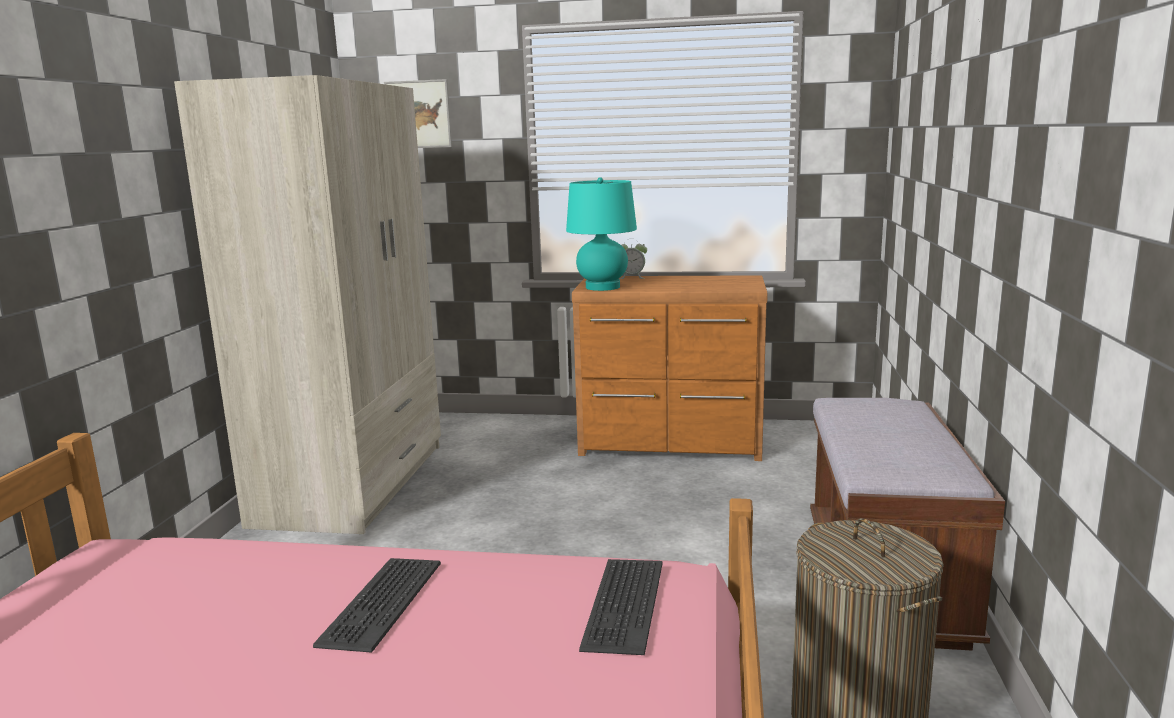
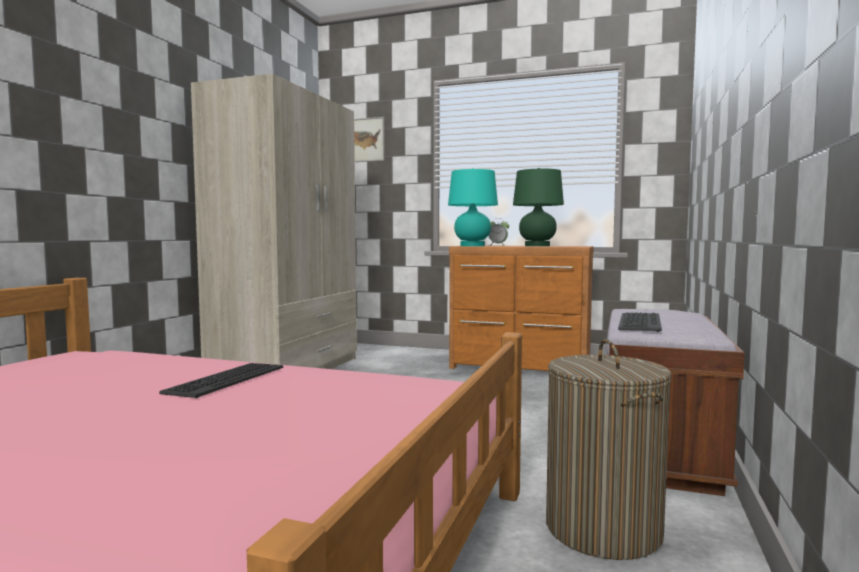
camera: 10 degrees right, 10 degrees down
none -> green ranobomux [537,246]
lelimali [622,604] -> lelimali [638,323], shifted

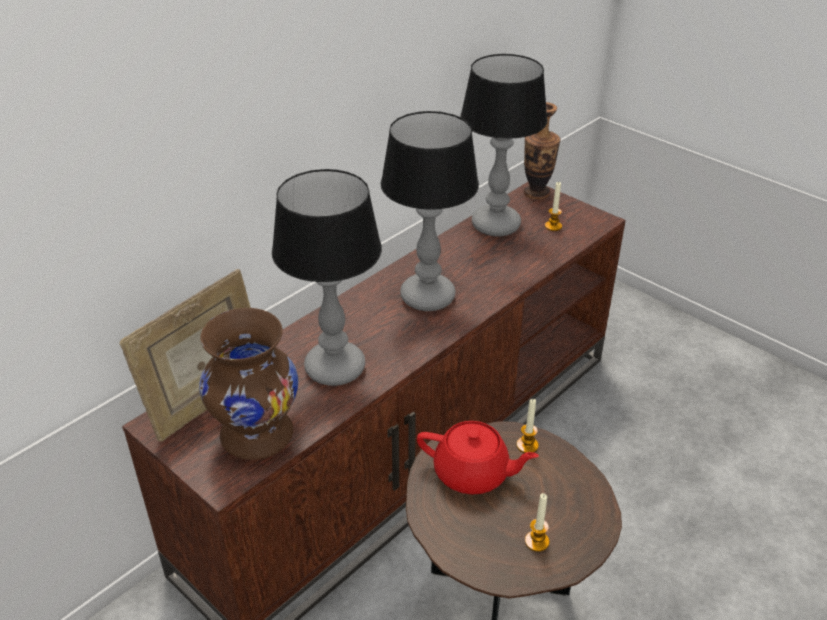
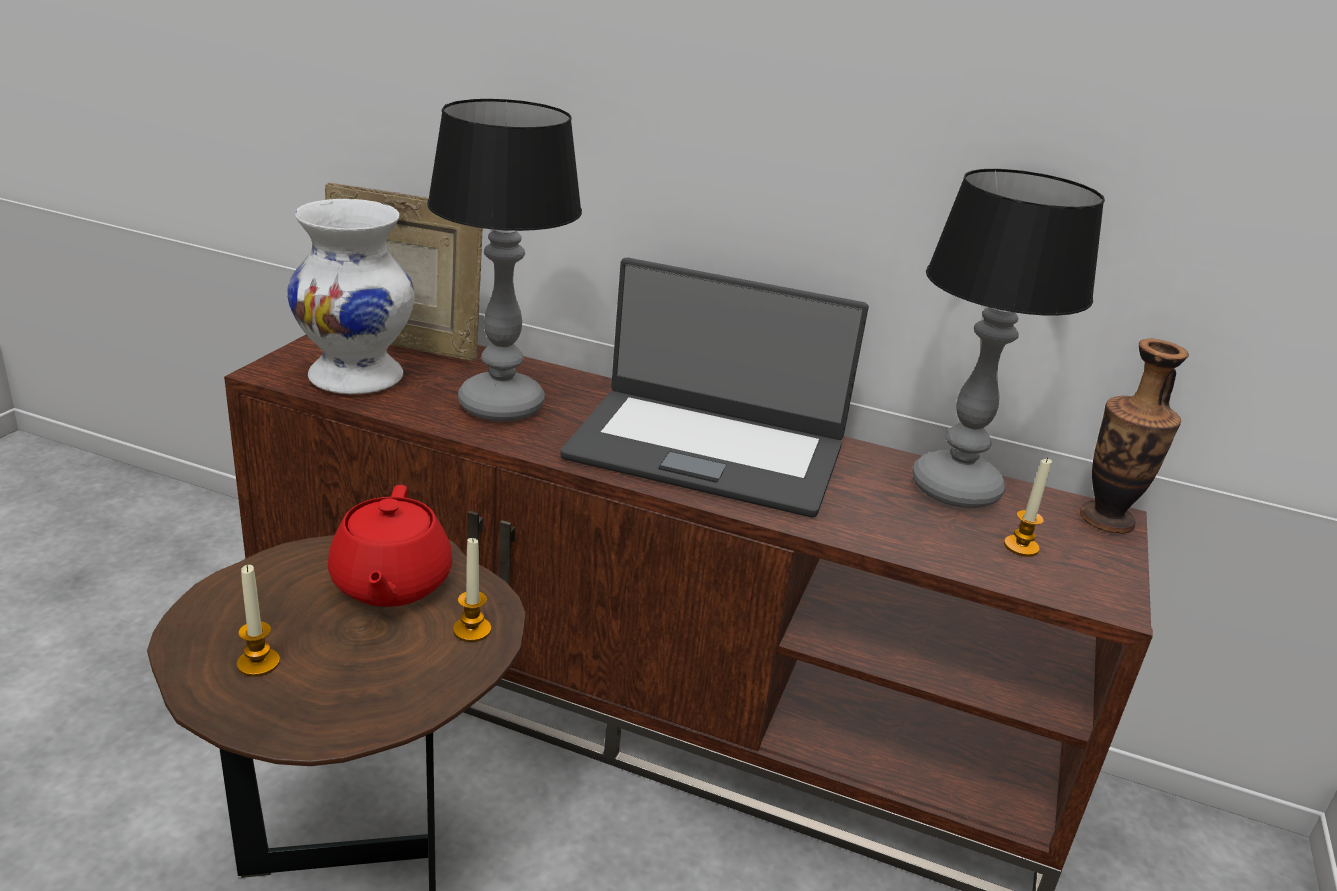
camera: 65 degrees right, 10 degrees down
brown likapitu [257,433] -> white likapitu [358,377]
ranobomux [427,296] -> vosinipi [706,450]

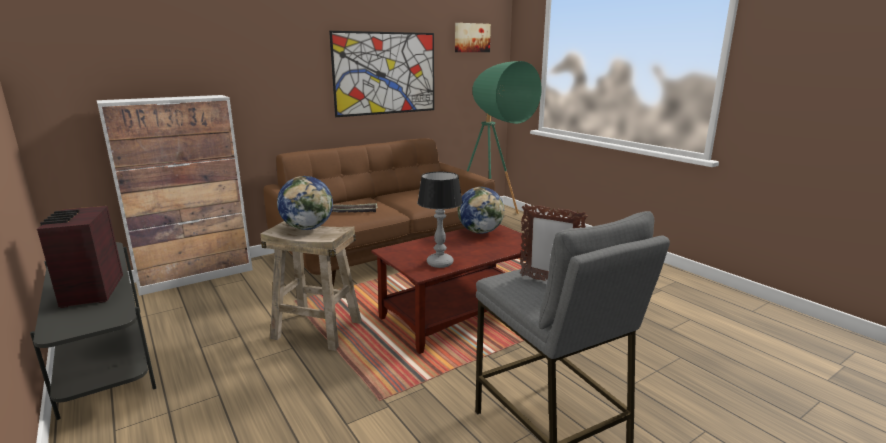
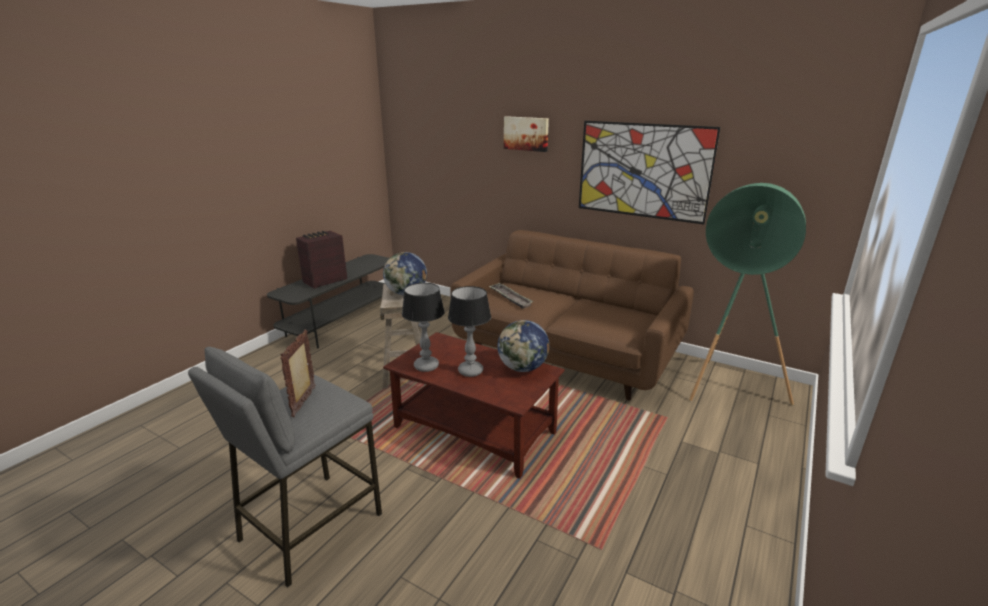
camera: 65 degrees right, 5 degrees up
none -> ranobomux [470,371]
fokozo [471,38] -> fokozo [526,133], shifted
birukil [197,276] -> none

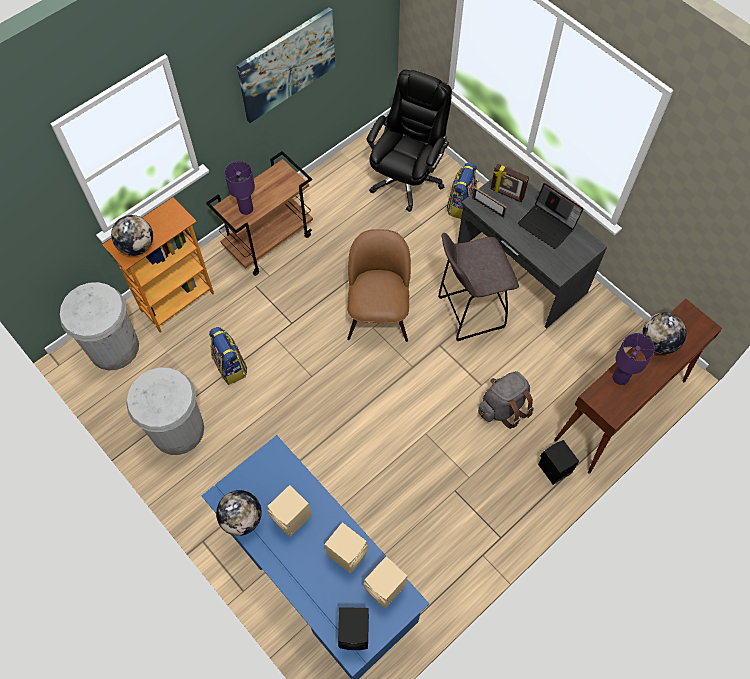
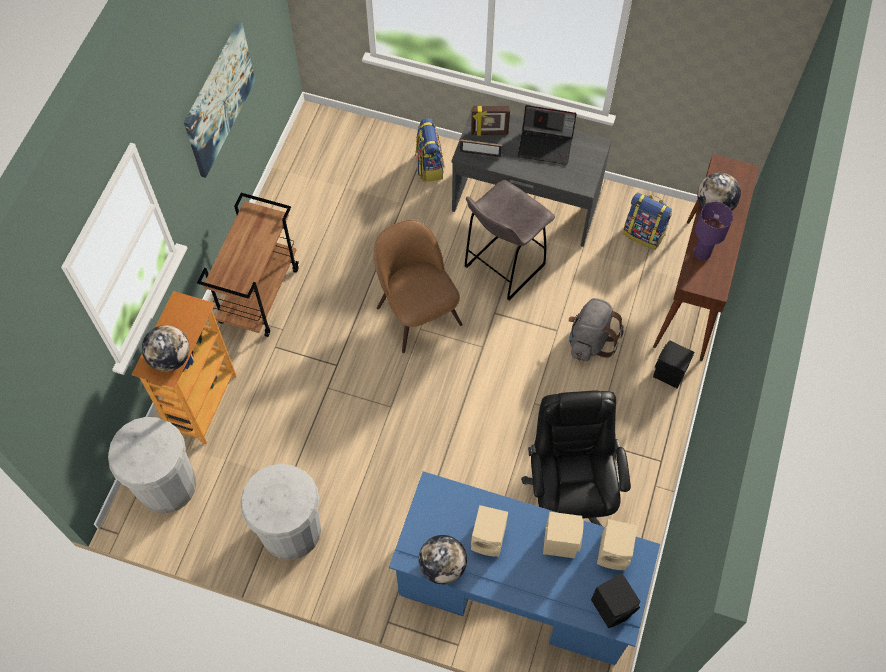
camera: 30 degrees left, 0 degrees up
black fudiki [407,178] -> black fudiki [569,493], shifted
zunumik [231,366] -> zunumik [644,233], shifted
purple ranobomux [246,209] -> none

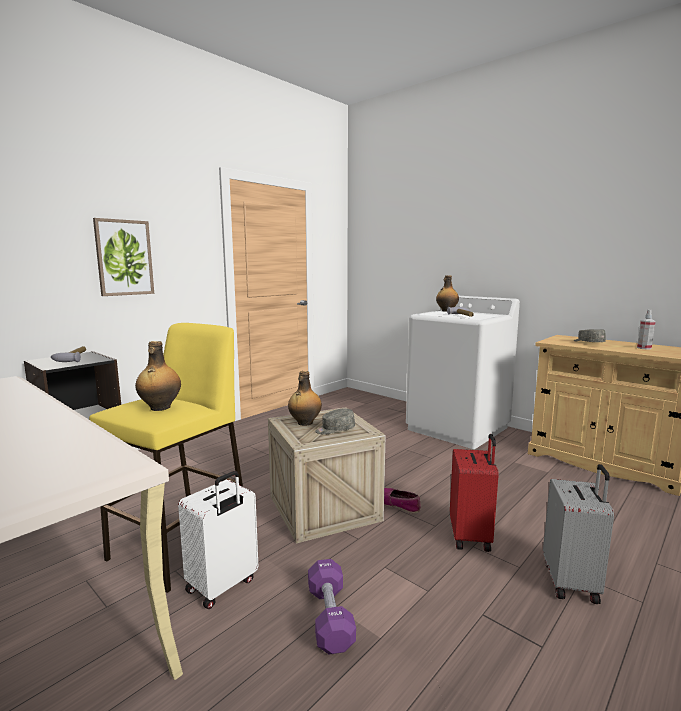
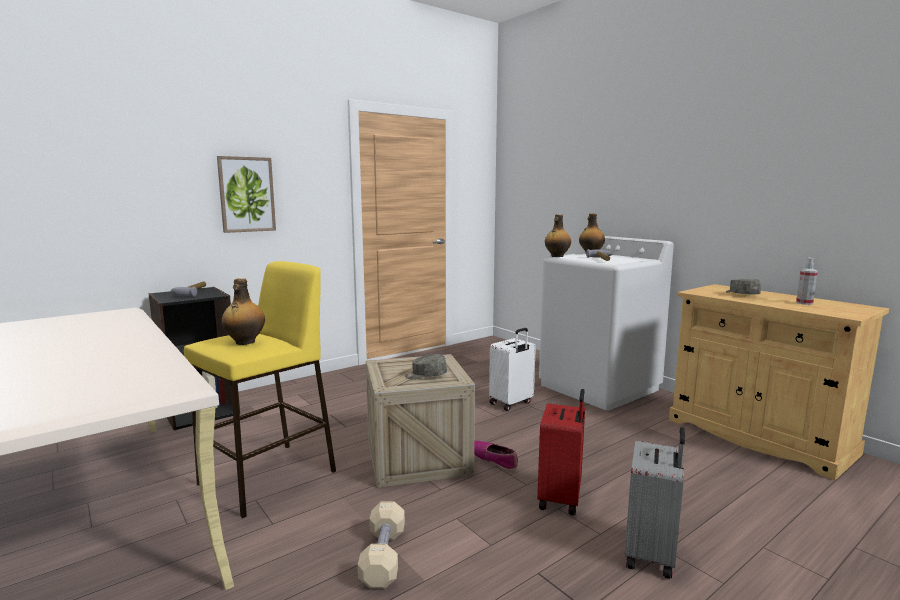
camera: 10 degrees right, 0 degrees up
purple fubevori [330,618] -> beige fubevori [383,557]
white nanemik [223,586] -> white nanemik [511,403], shifted
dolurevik [304,423] -> dolurevik [556,256], shifted

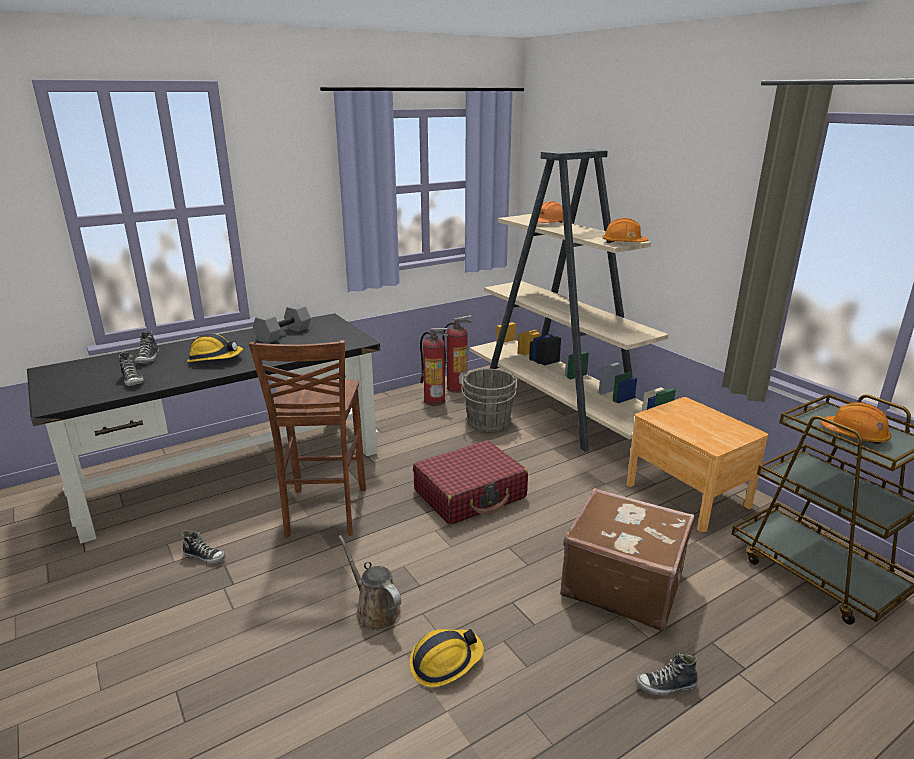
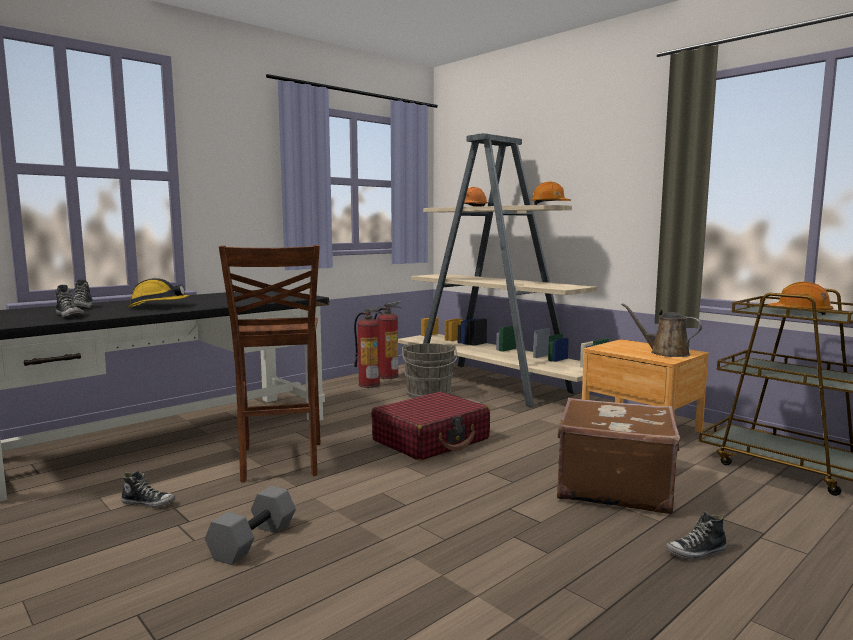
camera: 10 degrees left, 15 degrees down
grey fubevori [283,334] -> grey fubevori [252,540], shifted
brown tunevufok [375,610] -> brown tunevufok [665,353], shifted
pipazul [445,662] -> none

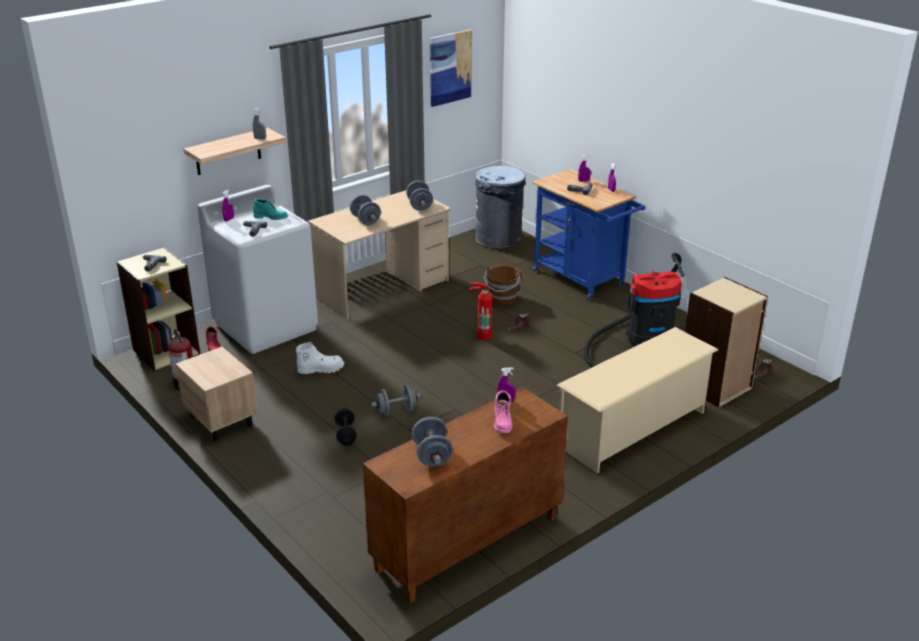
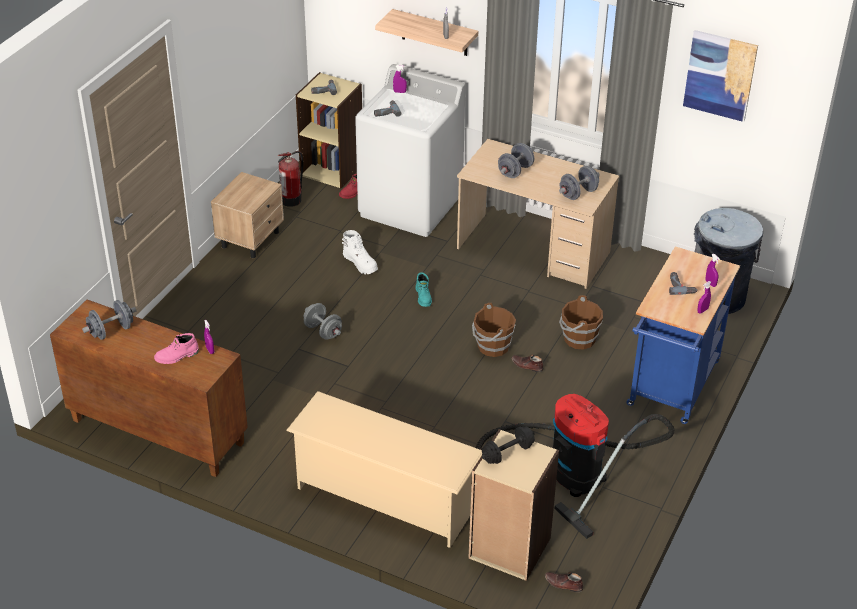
camera: 65 degrees right, 10 degrees up
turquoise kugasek [271,217] -> turquoise kugasek [423,297], shifted
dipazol [483,336] -> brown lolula [492,346]
black fubevori [346,434] -> black fubevori [507,453], shifted

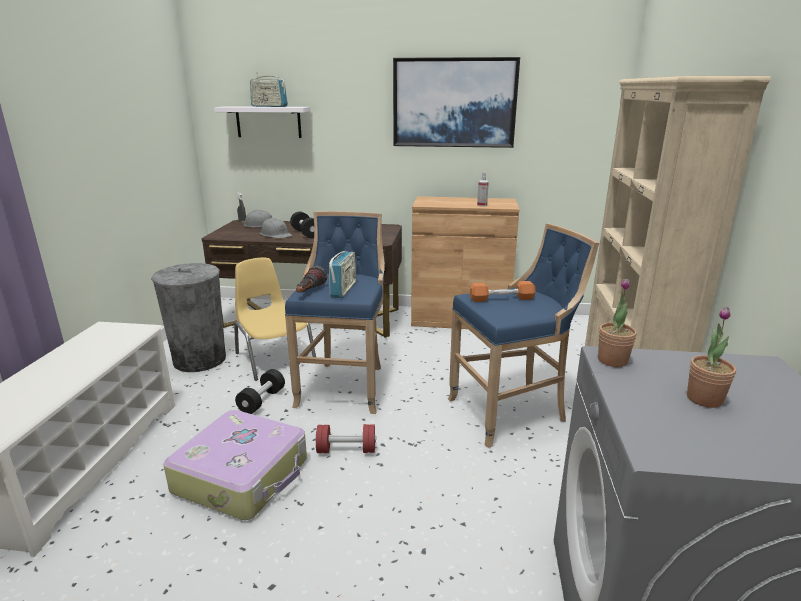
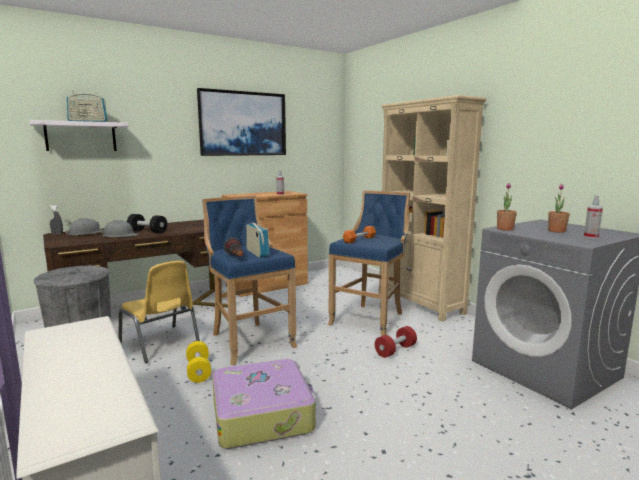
camera: 40 degrees left, 10 degrees down
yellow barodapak [274,357] -> yellow barodapak [160,344], 150 degrees counterclockwise
black fubevori [262,401] -> yellow fubevori [198,371]
red fubevori [346,450] -> red fubevori [395,350], shifted
none -> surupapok [591,237]

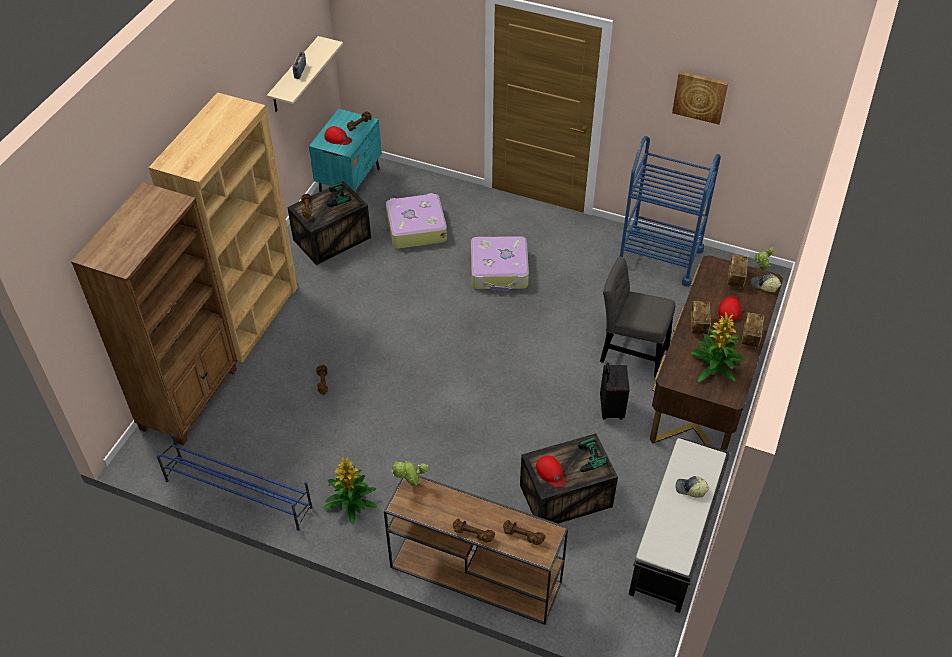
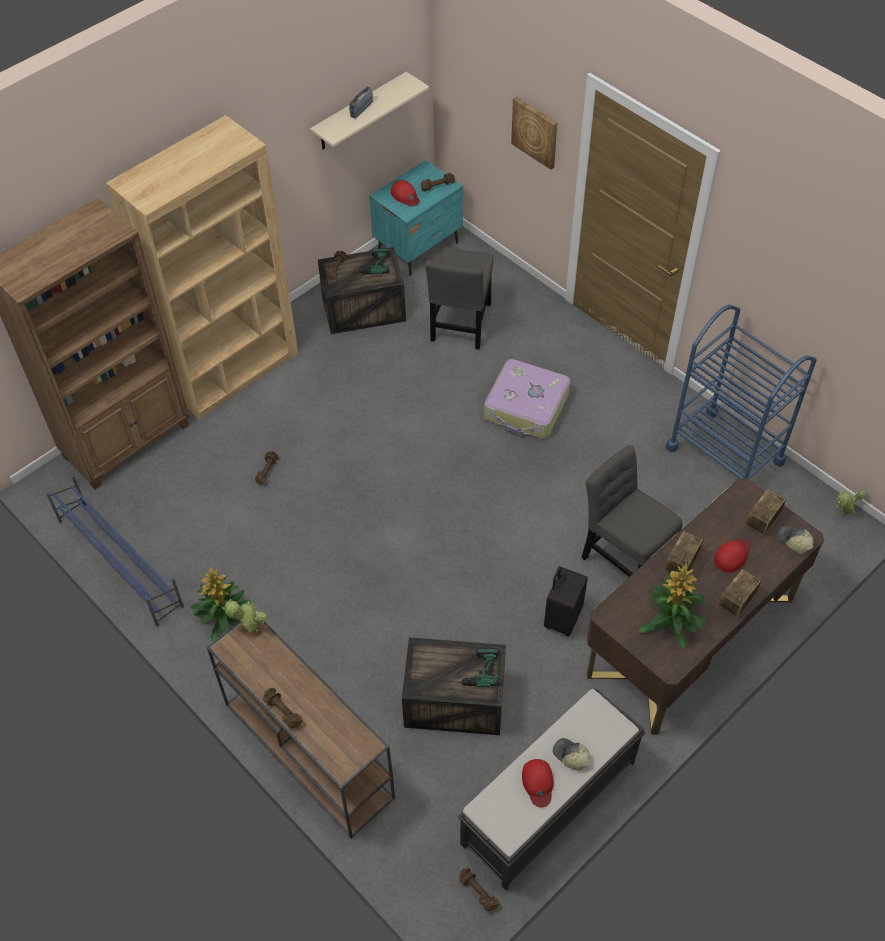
camera: 25 degrees right, 5 degrees up
nanemik [416,228] -> grey barodapak [461,325]
brown fubevori [523,536] -> brown fubevori [477,892], shifted
fokozo [700,96] -> fokozo [535,132], shifted
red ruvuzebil [551,473] -> red ruvuzebil [538,783], shifted

